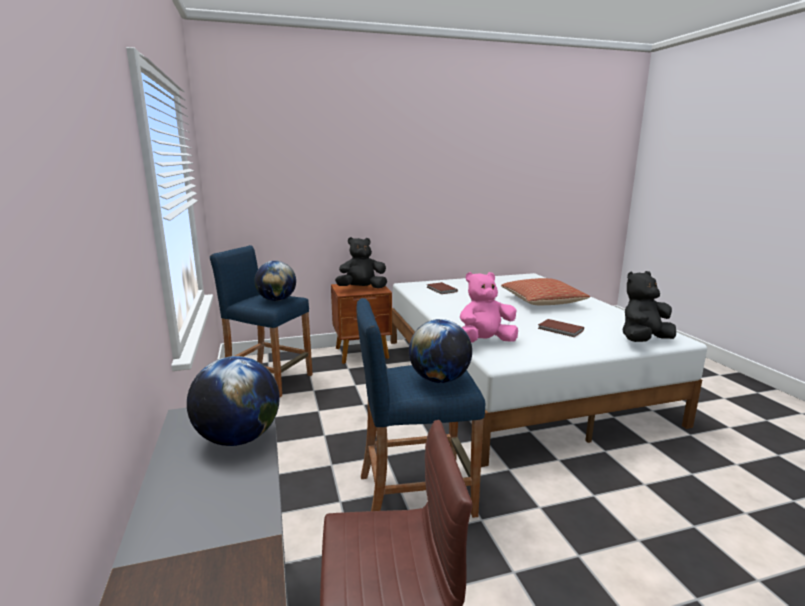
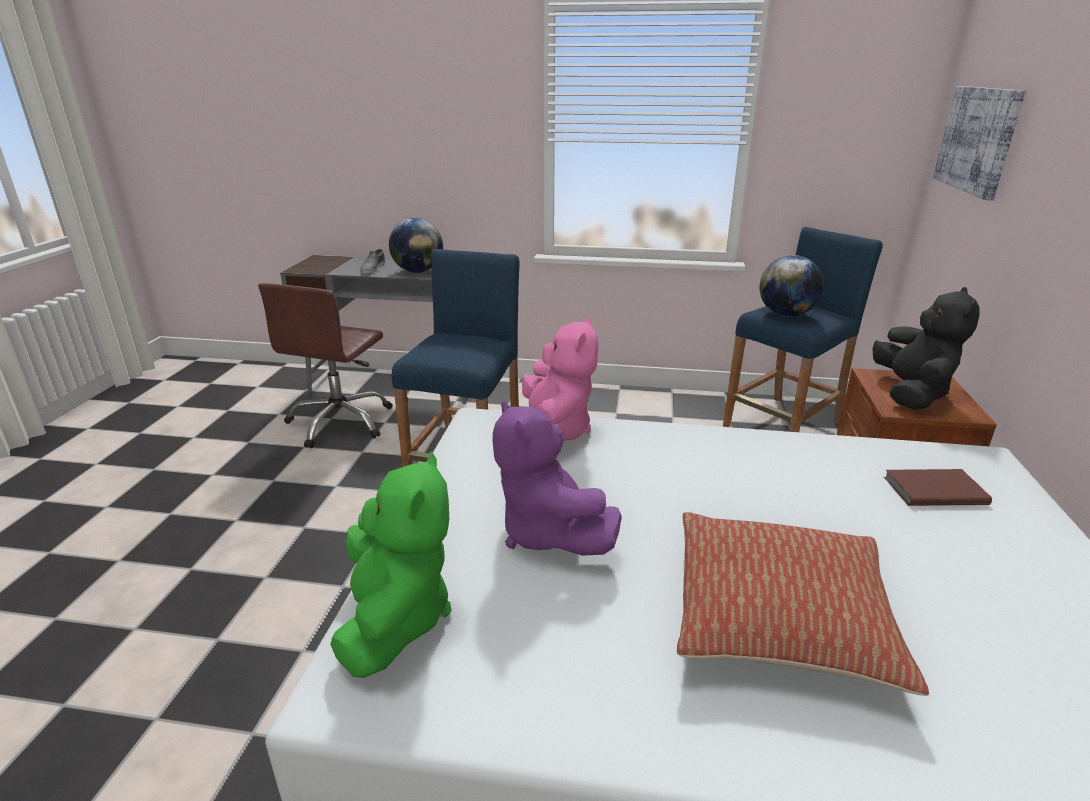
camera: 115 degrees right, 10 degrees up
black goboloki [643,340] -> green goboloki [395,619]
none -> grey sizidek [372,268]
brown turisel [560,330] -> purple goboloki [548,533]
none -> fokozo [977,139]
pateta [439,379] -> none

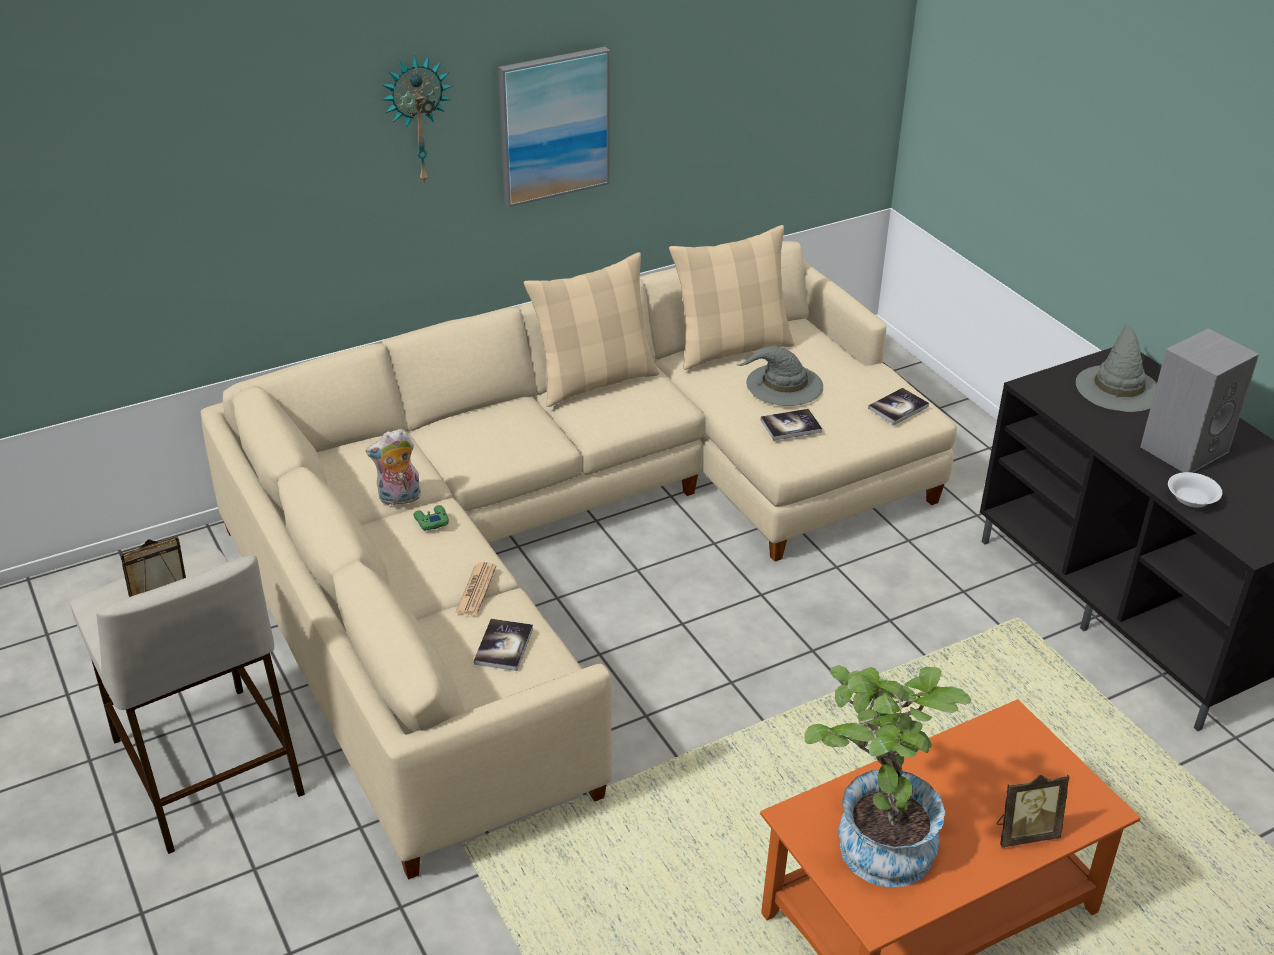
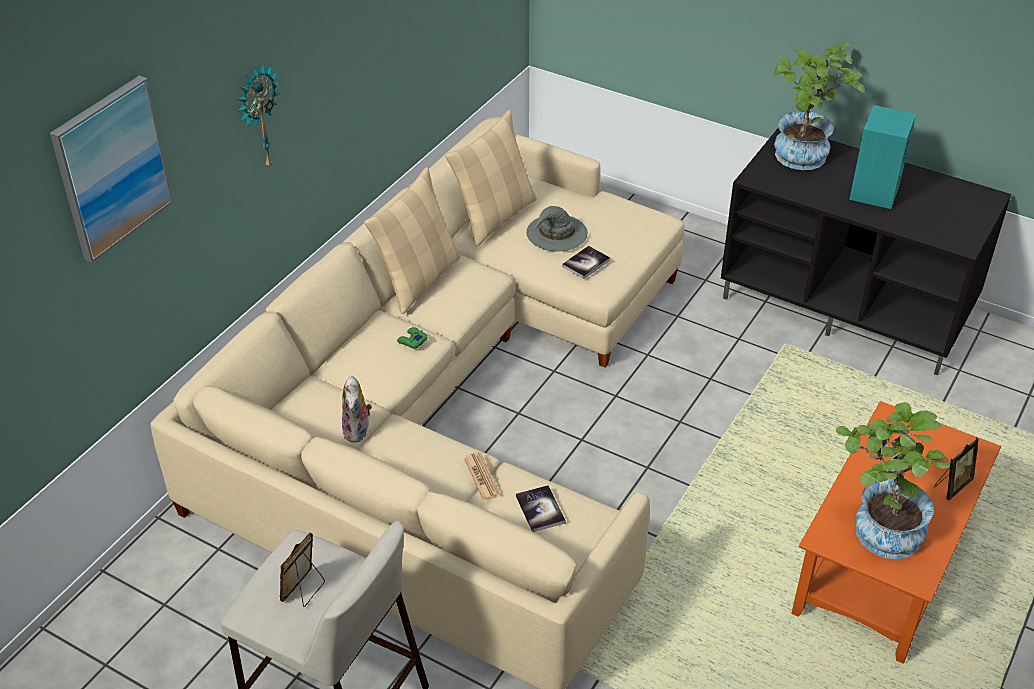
camera: 30 degrees left, 5 degrees up
fokozo [554,126] -> fokozo [111,168], shifted
goboloki [399,499] -> goboloki [358,431], 45 degrees counterclockwise
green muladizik [431,521] -> green muladizik [412,341], shifted
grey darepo [1118,387] -> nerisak [802,160]
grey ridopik [1184,448] -> turquoise ridopik [873,190]
turisel [898,407] -> none
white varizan [1192,499] -> none

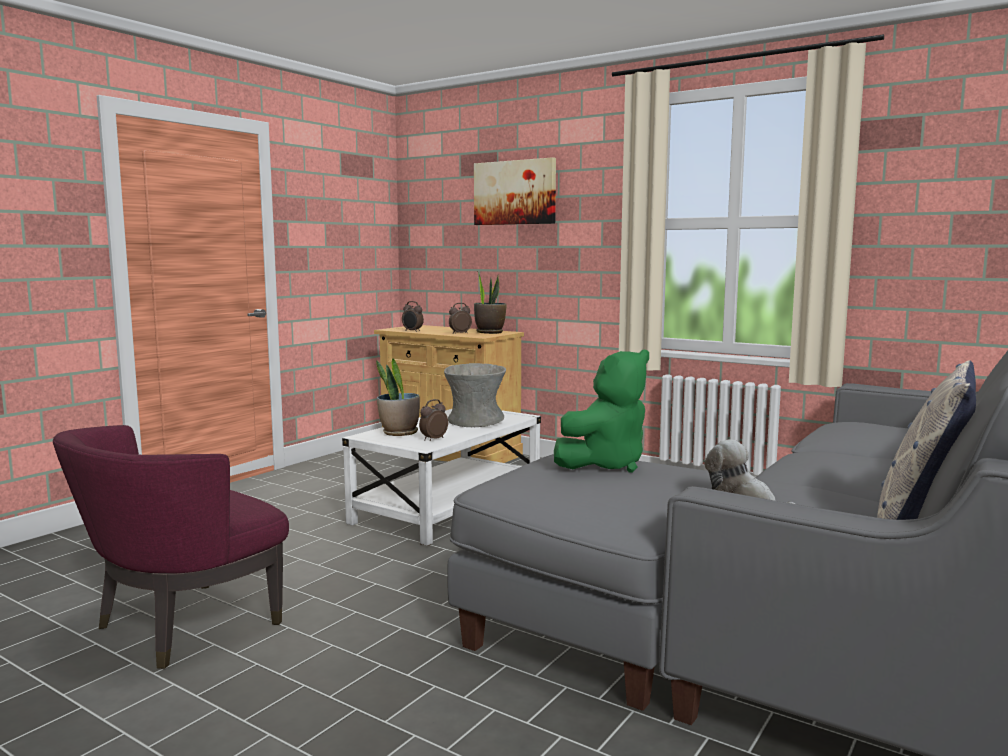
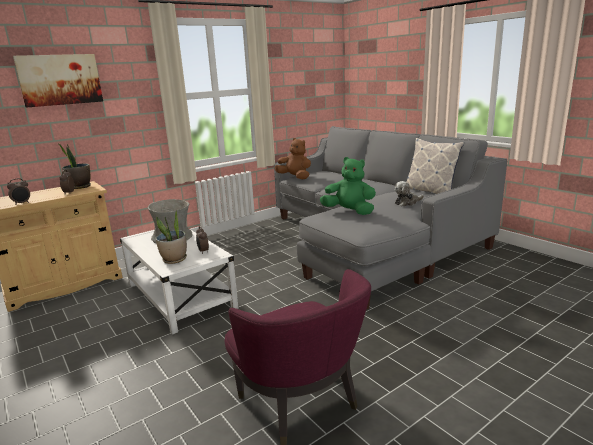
camera: 70 degrees left, 10 degrees up
none -> brown goboloki [295,177]
green goboloki [605,465] -> green goboloki [349,212], 45 degrees counterclockwise

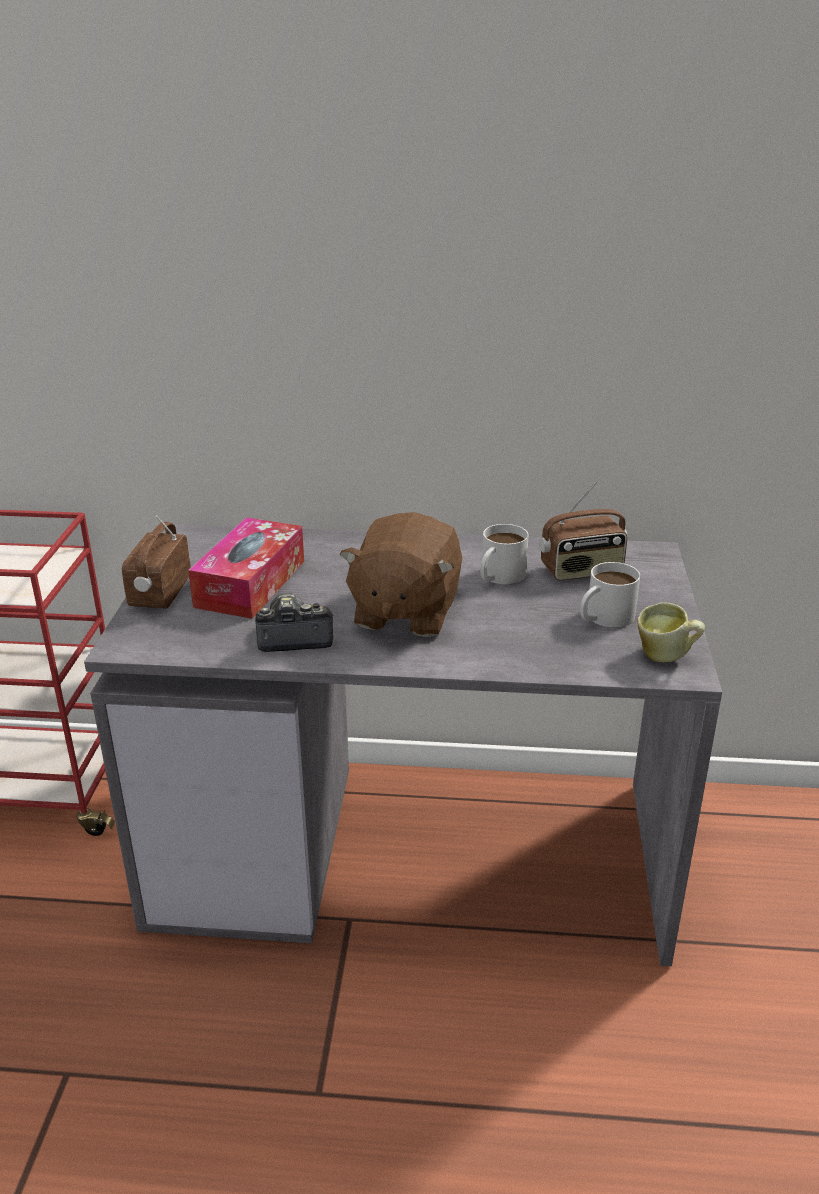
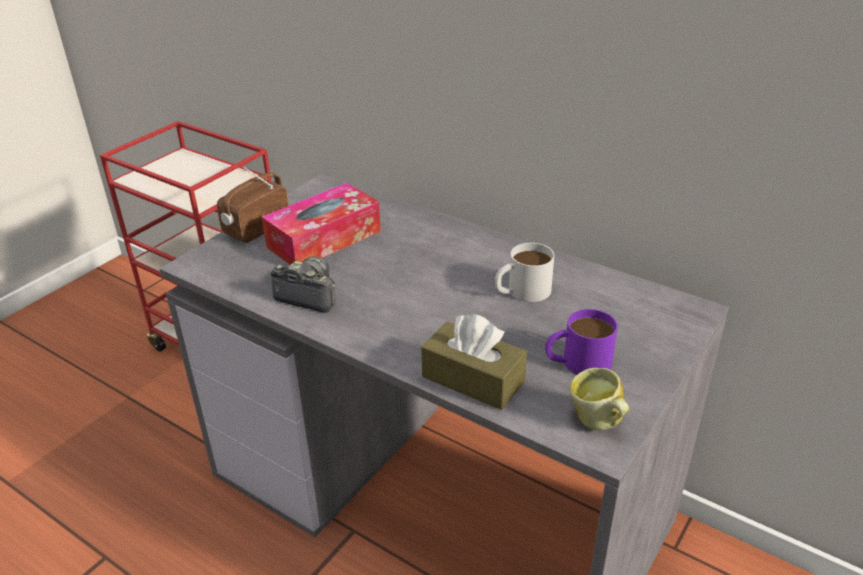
camera: 30 degrees right, 5 degrees up
none -> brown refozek [473,379]
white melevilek [603,618] -> purple melevilek [577,362]
brown goboloki [404,612] -> none
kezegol [581,571] -> none

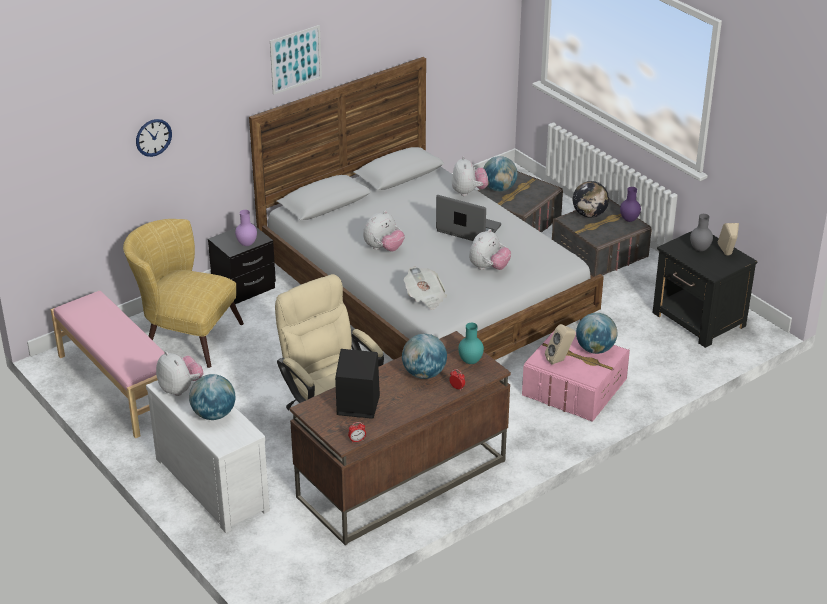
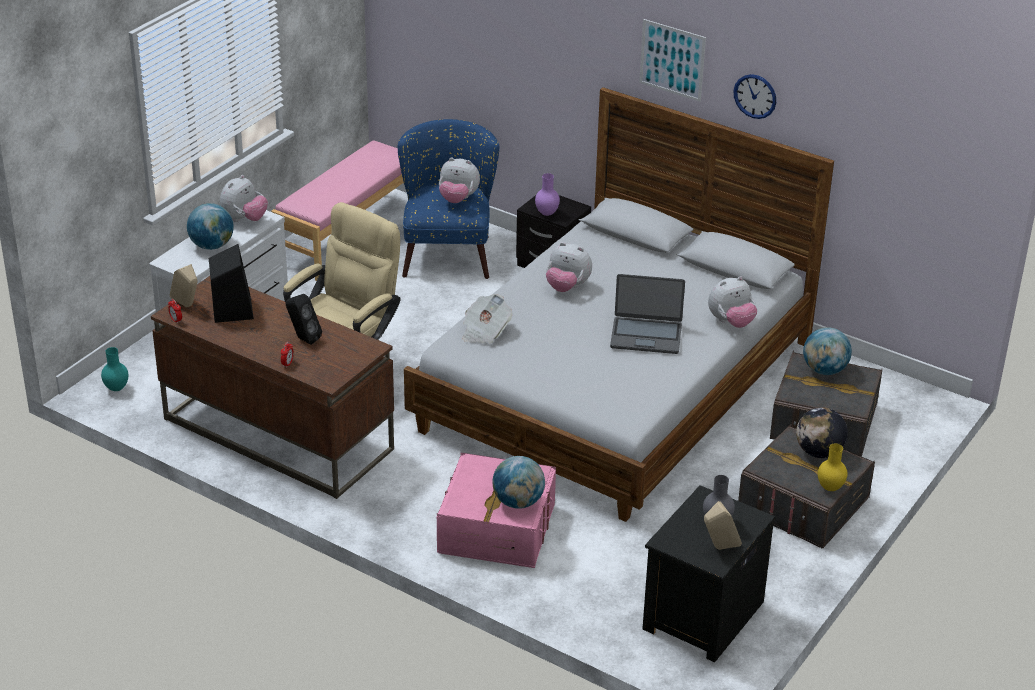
camera: 70 degrees right, 0 degrees up
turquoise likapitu [470,362] -> turquoise likapitu [116,389], shifted
beige ridopik [560,360] -> beige ridopik [187,306], shifted
pateta [424,374] -> black ridopik [303,339]
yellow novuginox [184,335] -> blue novuginox [448,250]
goboloki [488,268] -> goboloki [458,199], shifted
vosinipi [468,229] -> vosinipi [646,336], 90 degrees clockwise
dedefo [153,137] -> dedefo [755,96], shifted
purple likapitu [629,220] -> yellow likapitu [830,488]

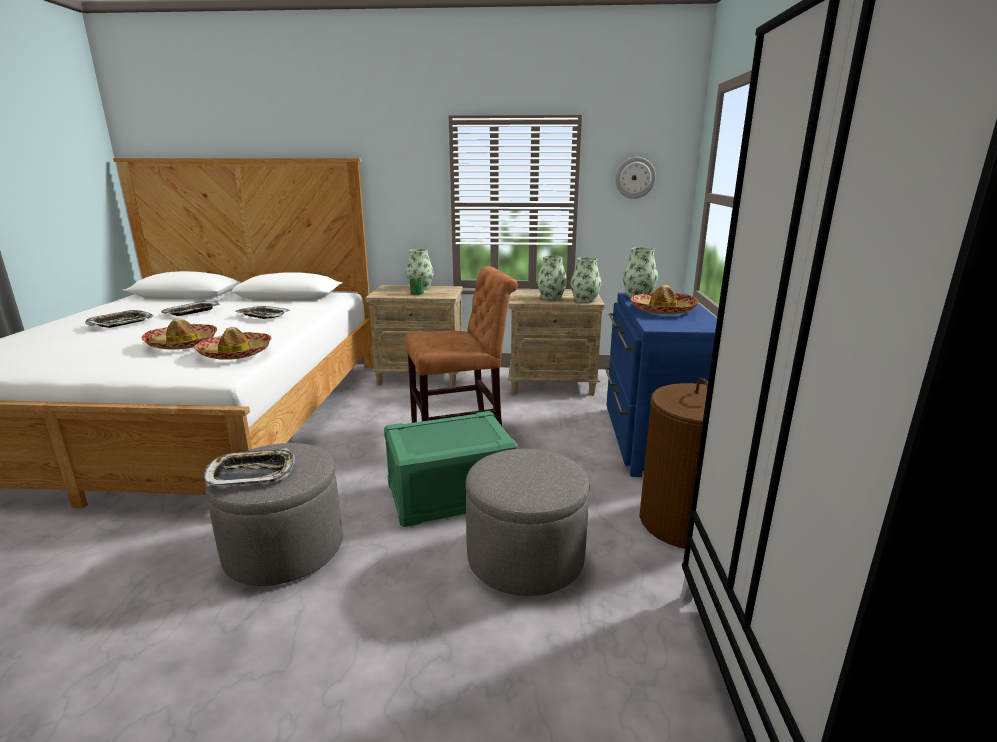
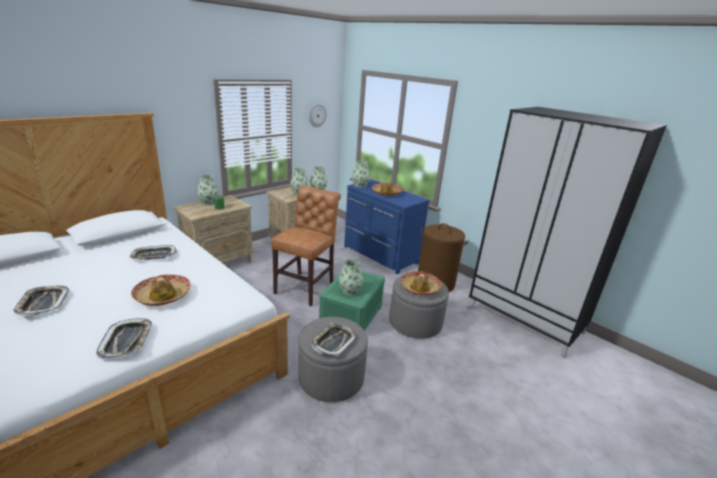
camera: 50 degrees left, 5 degrees up
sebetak [191,312] -> sebetak [127,341], shifted
none -> likapitu [350,291]
darepo [235,353] -> darepo [420,288], shifted

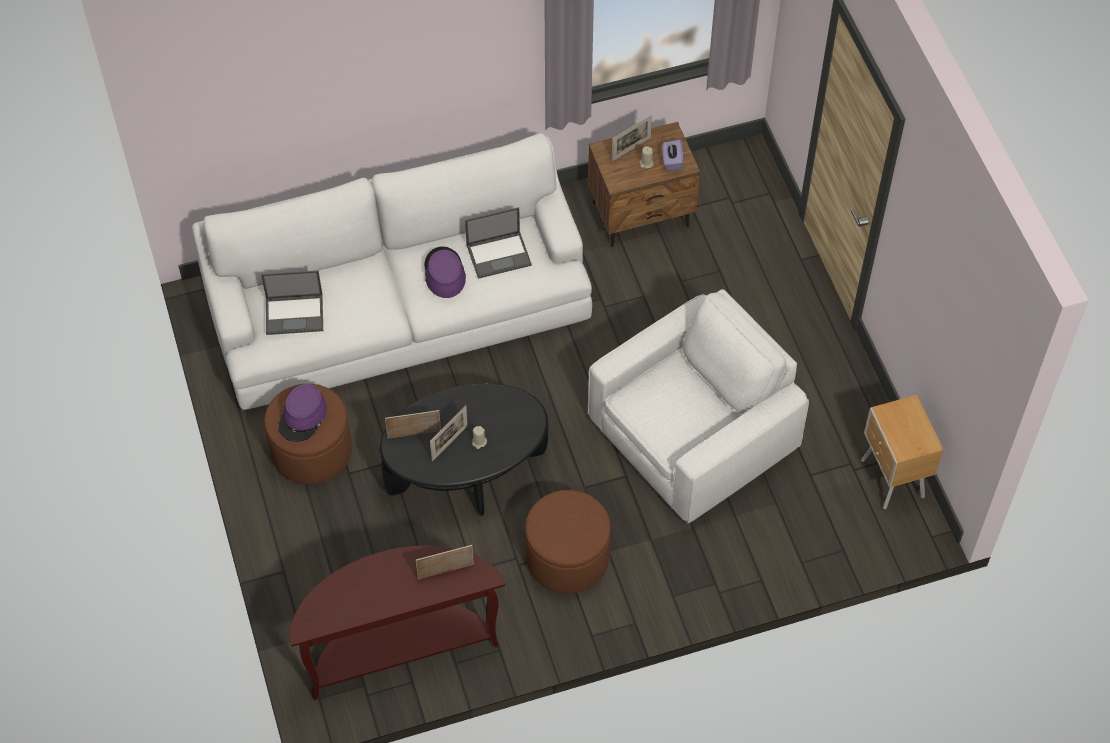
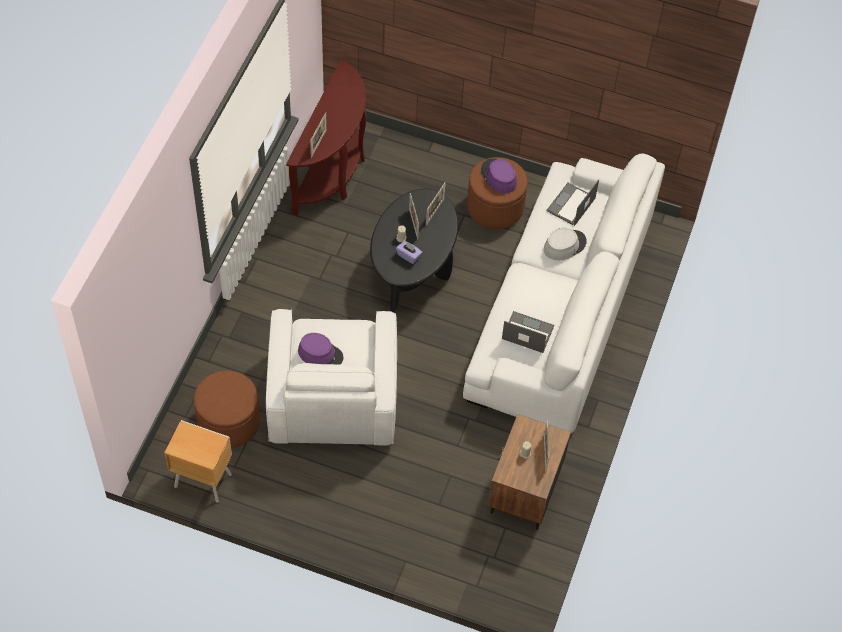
camera: 125 degrees right, 0 degrees up
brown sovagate [567,558] -> brown sovagate [229,422], shifted
purple darepo [444,273] -> purple darepo [320,354], shifted
purple refozek [672,161] -> purple refozek [409,256], shifted
vosinipi [499,254] -> vosinipi [527,332], 90 degrees clockwise
none -> grey darepo [564,245]

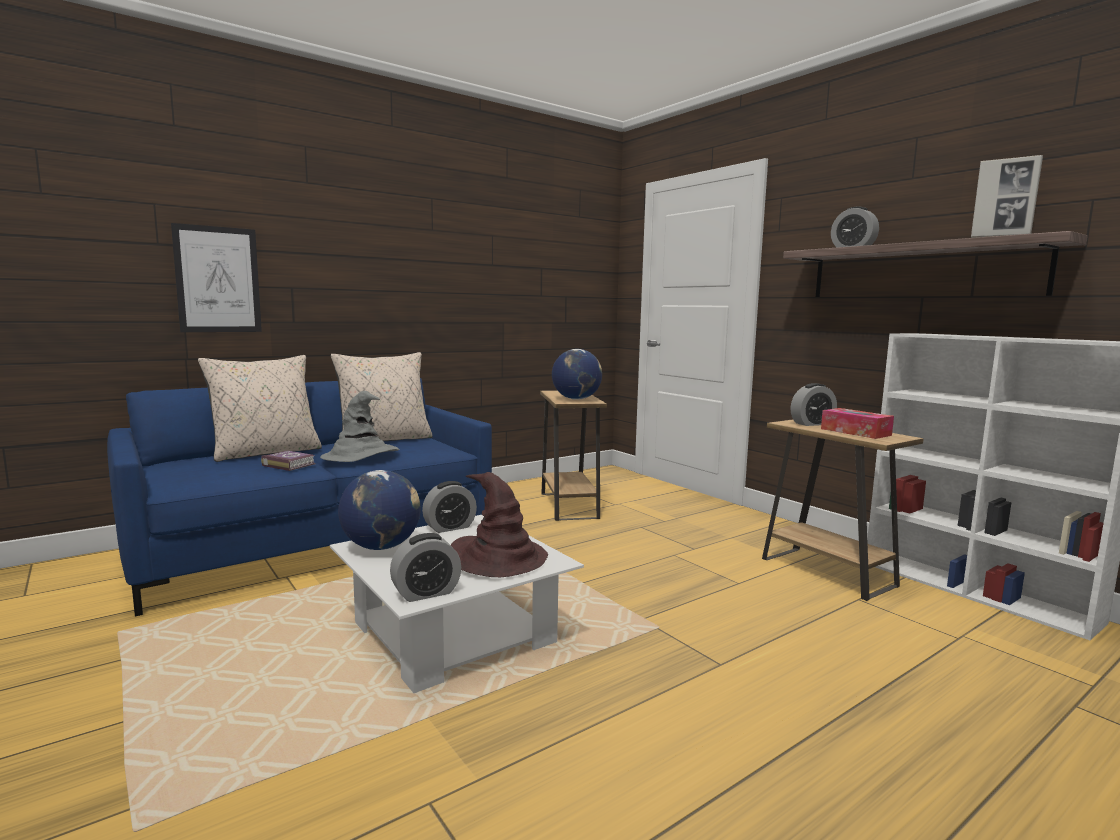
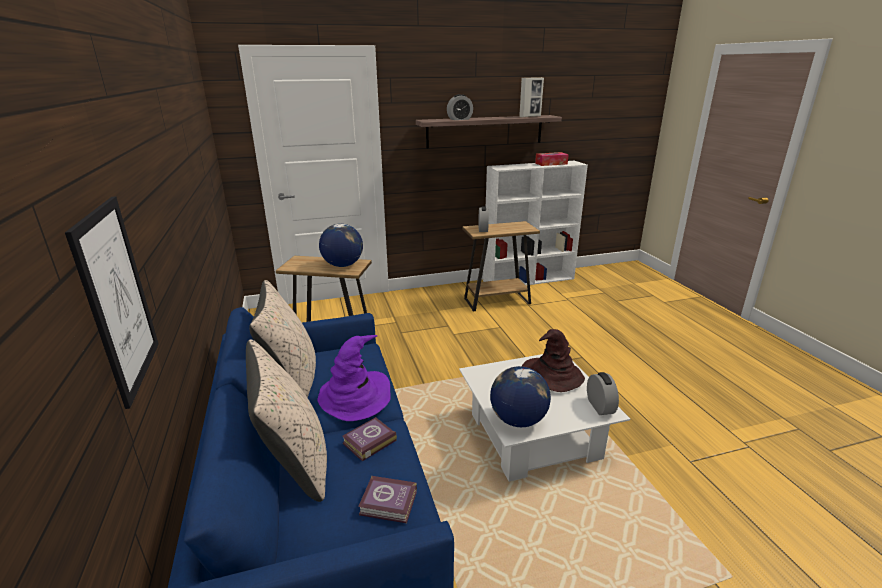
camera: 70 degrees left, 15 degrees up
grey darepo [360,455] -> purple darepo [355,396]
none -> turisel [389,504]
refozek [855,432] -> refozek [551,163], shifted
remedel [449,527] -> none

